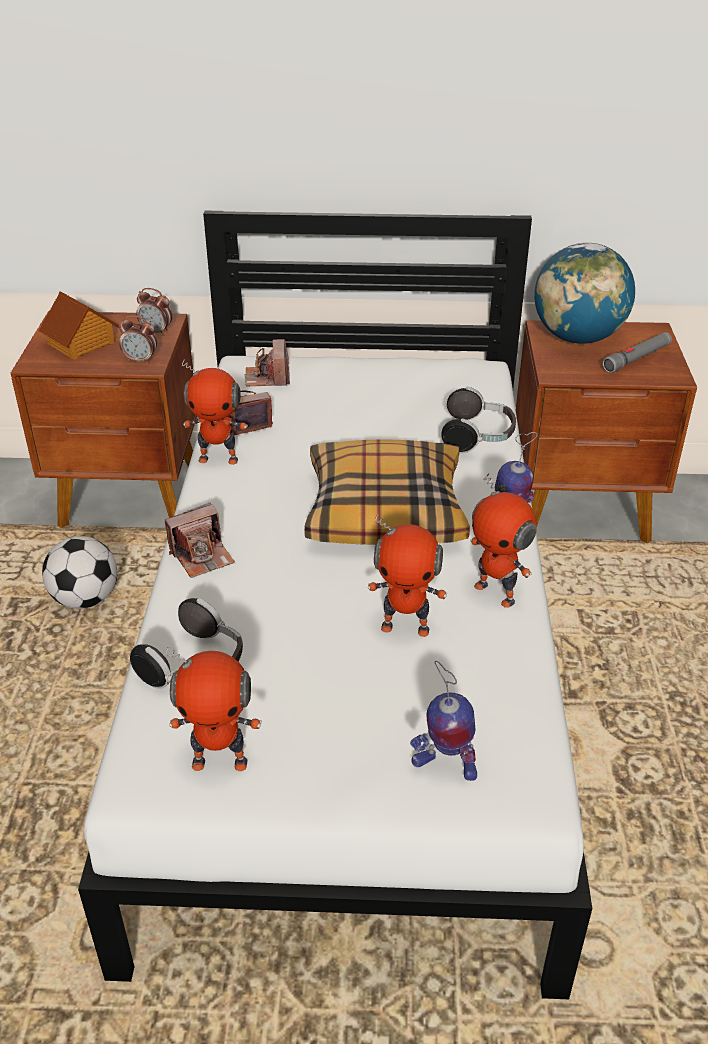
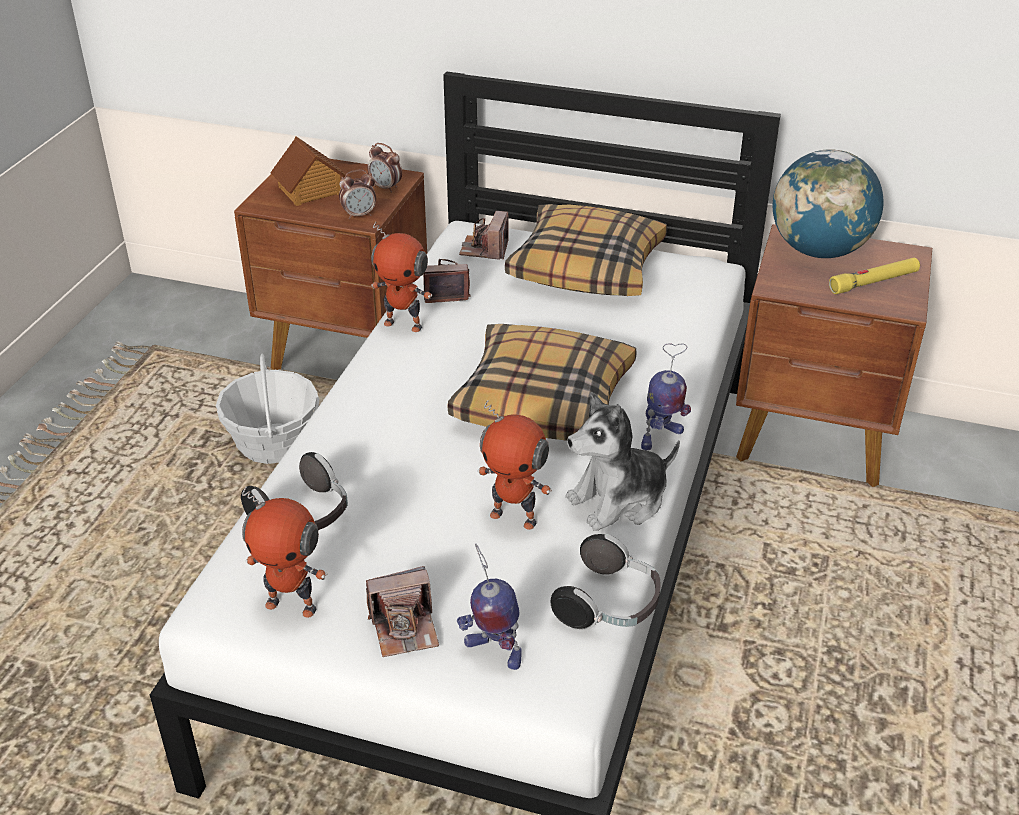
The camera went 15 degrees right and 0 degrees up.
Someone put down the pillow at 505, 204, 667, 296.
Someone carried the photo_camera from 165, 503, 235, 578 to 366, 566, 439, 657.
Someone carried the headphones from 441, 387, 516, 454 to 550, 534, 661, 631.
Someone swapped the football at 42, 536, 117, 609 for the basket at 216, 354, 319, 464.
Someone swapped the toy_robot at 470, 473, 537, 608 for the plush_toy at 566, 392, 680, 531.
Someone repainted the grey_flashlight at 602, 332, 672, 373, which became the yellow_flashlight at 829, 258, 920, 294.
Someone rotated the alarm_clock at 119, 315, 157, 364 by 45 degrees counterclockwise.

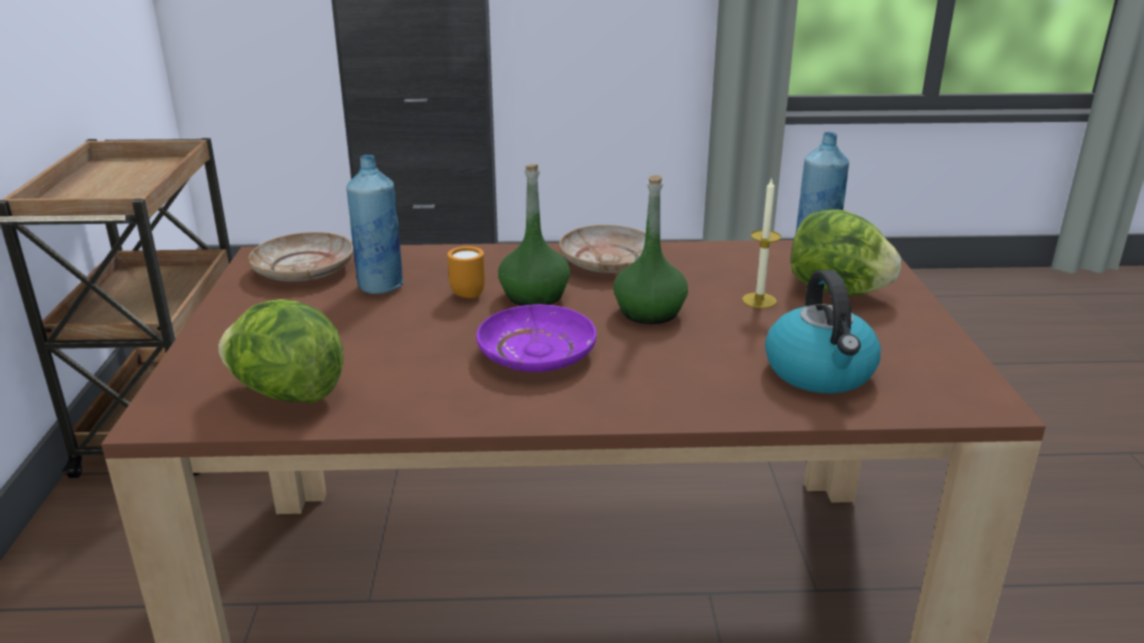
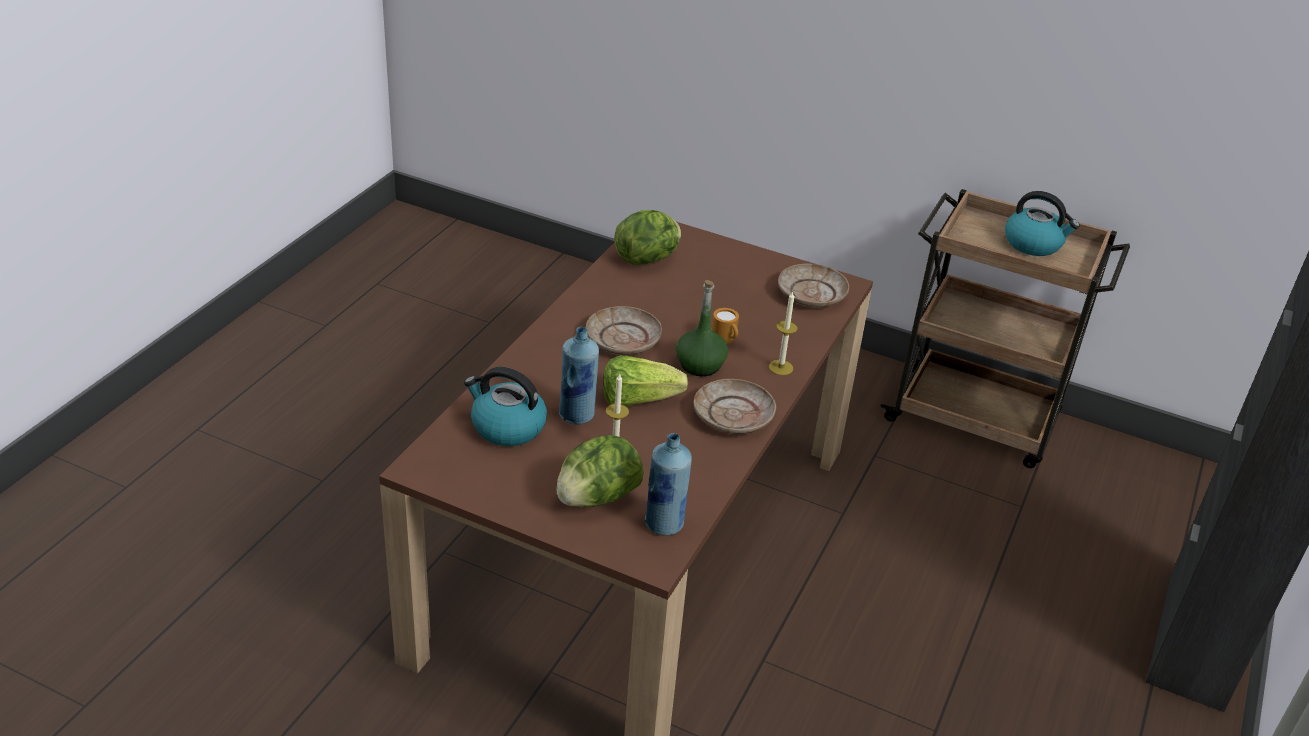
The camera went 115 degrees right and 10 degrees up.
Someone put down the candle at 769, 291, 798, 375.
Someone put down the kettle at 1005, 191, 1080, 256.
Someone carried the blue_bottle from 346, 155, 403, 294 to 559, 327, 599, 425.
Someone swapped the green_bottle at 613, 175, 688, 324 for the lettuce at 603, 355, 688, 406.
Someone repainted the purple_plate at 476, 304, 597, 372, which became the beige_plate at 586, 306, 662, 355.

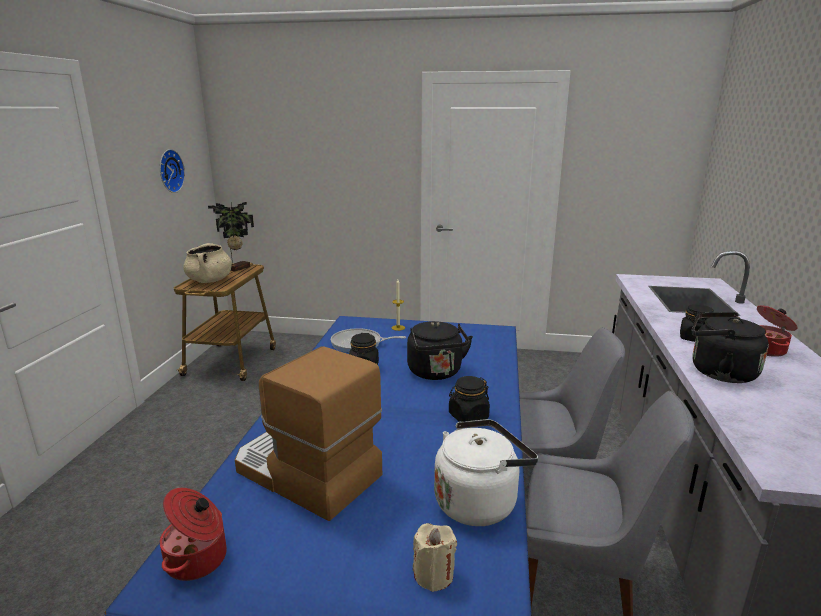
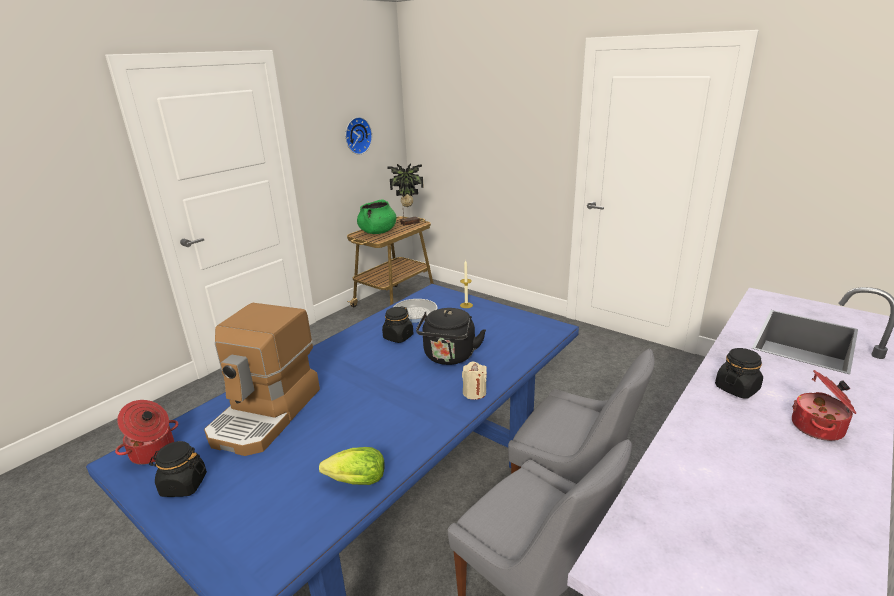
The camera went 30 degrees right and 5 degrees up.
Someone took away the black_kettle at 692, 312, 769, 383.
Someone carried the beige_candle from 413, 523, 457, 592 to 462, 362, 487, 400.
Someone carried the black_jar from 449, 376, 490, 422 to 149, 441, 207, 497.
Someone swapped the white_kettle at 434, 419, 538, 526 for the lettuce at 319, 447, 385, 485.
Someone repainted the beige_cooking_pot at 183, 243, 232, 283, which became the green_cooking_pot at 357, 199, 396, 234.
Someone rotated the coffee_machine at 235, 347, 382, 521 by 135 degrees counterclockwise.

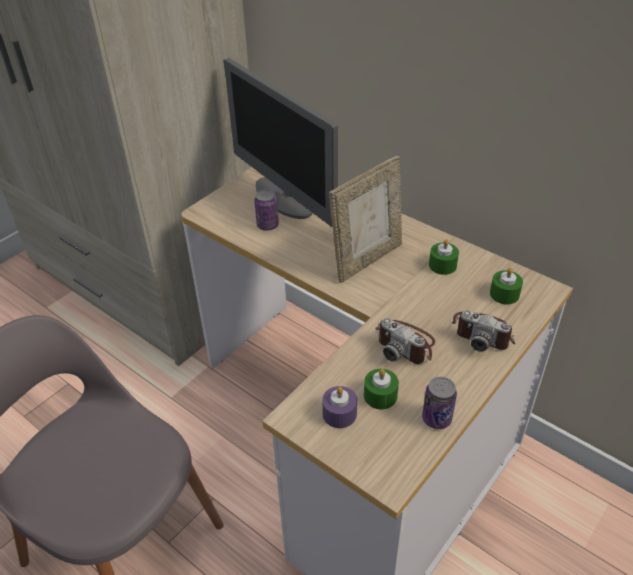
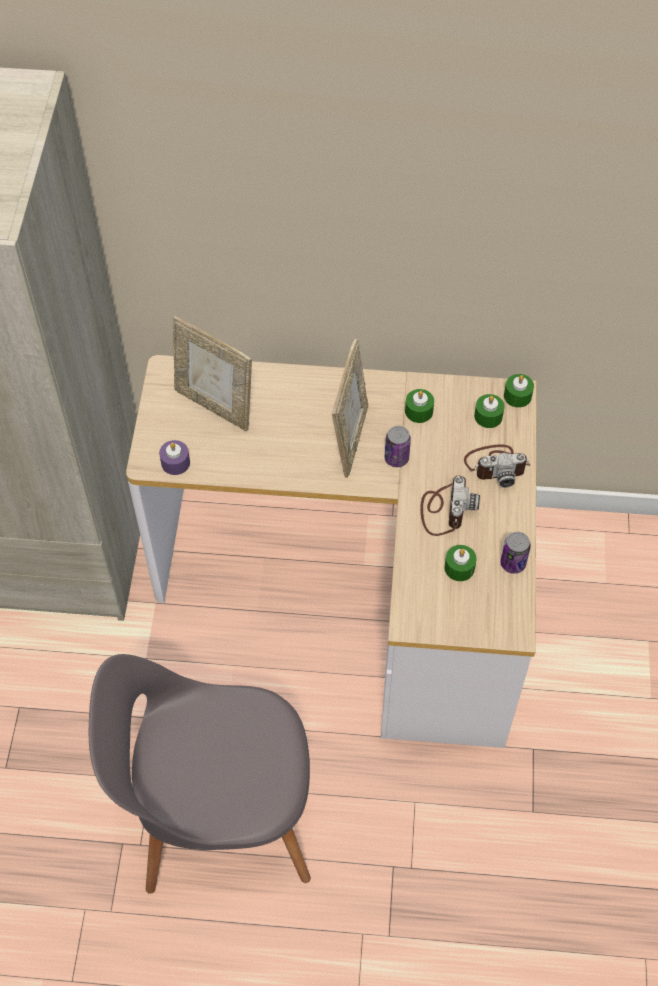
The camera went 35 degrees left and 15 degrees up.
Someone put down the green_candle at 504, 374, 534, 408.
Someone carried the can from 254, 189, 279, 231 to 385, 426, 411, 467.
Someone carried the purple_candle from 322, 386, 357, 428 to 159, 440, 190, 475.
Someone swapped the monitor at 224, 58, 338, 227 for the picture_frame at 173, 316, 252, 431.
Someone rotated the photo_camera at 376, 318, 435, 364 by 90 degrees counterclockwise.

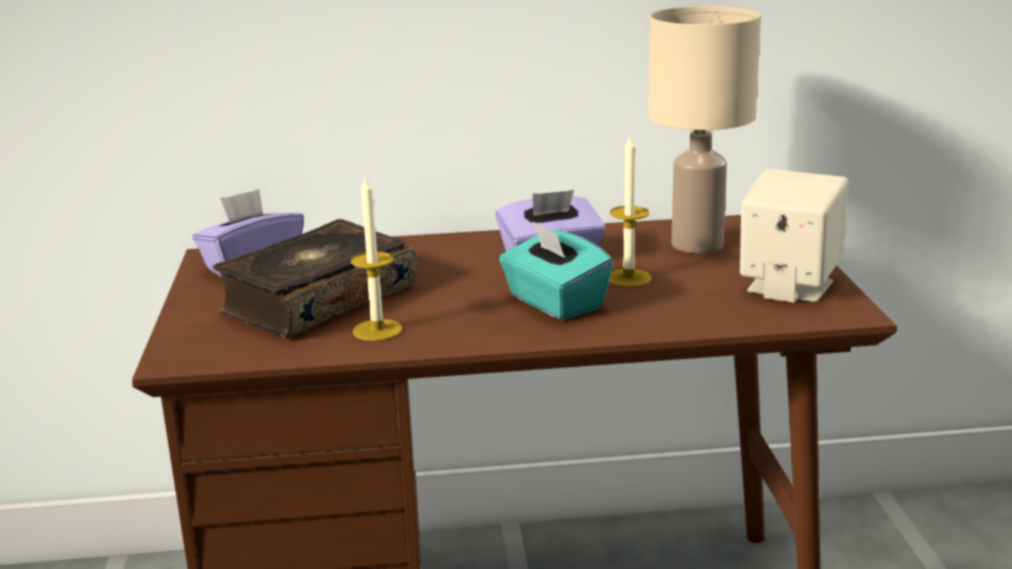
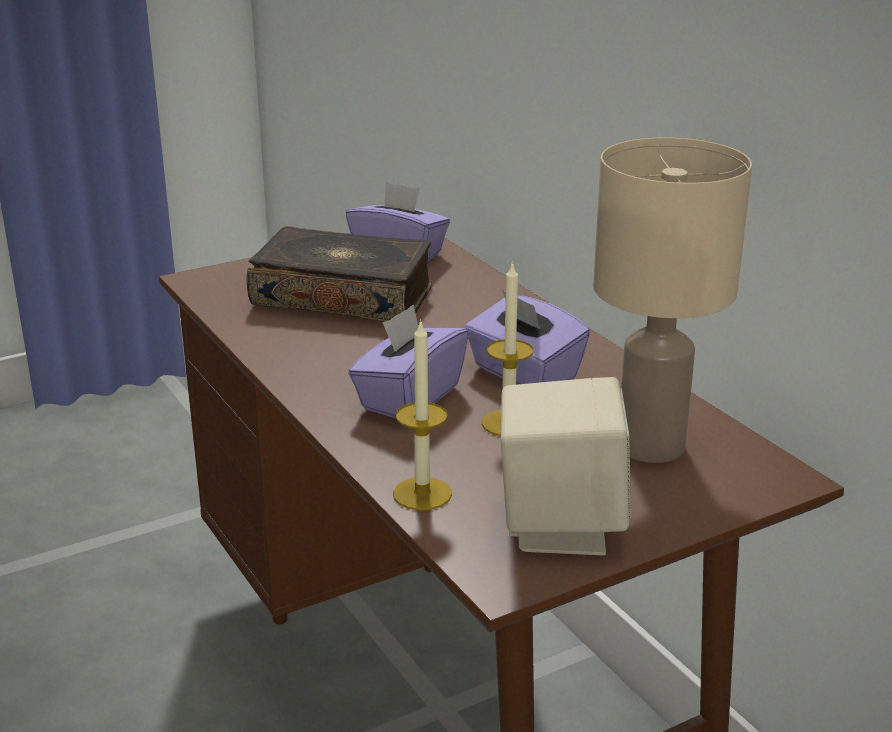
The camera went 65 degrees right and 5 degrees up.
Someone carried the candle from 351, 175, 402, 341 to 393, 319, 452, 511.
Someone repainted the turquoise_tissue_box at 499, 221, 613, 320, which became the purple_tissue_box at 348, 305, 468, 418.

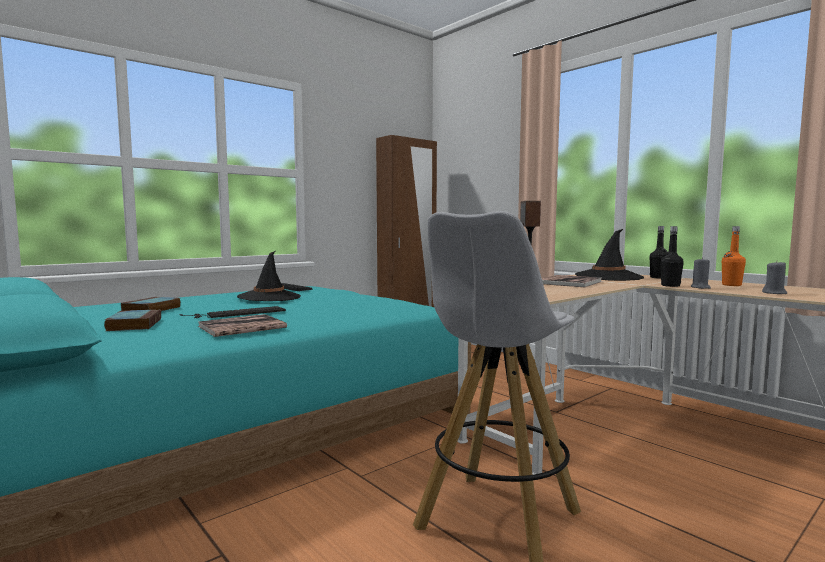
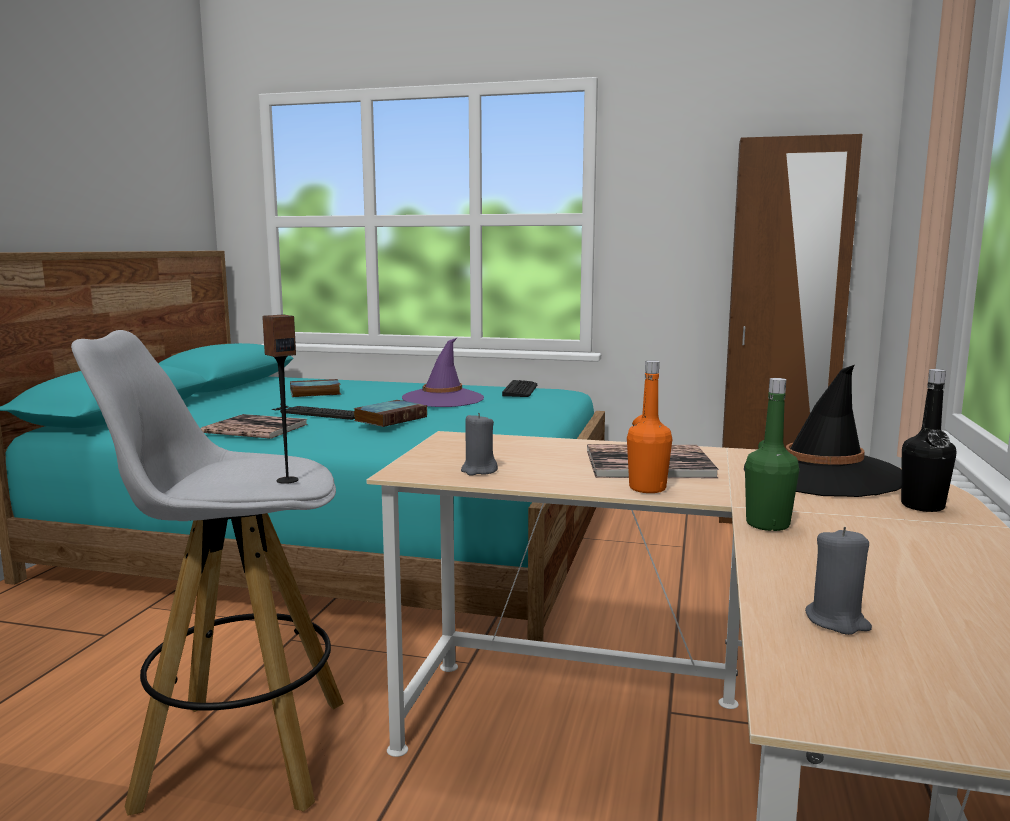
The camera went 55 degrees right and 5 degrees up.
Someone carried the book from 104, 309, 161, 331 to 353, 400, 427, 427.
Someone carried the grey_candle from 691, 257, 711, 289 to 461, 413, 498, 476.
Someone carried the orange_bottle from 722, 226, 746, 286 to 627, 360, 672, 493.
Someone repainted the black_hat at 237, 251, 301, 301, which became the purple_hat at 402, 337, 484, 407.
Someone repainted the black_bottle at 661, 226, 684, 287, which became the green_bottle at 745, 378, 799, 531.

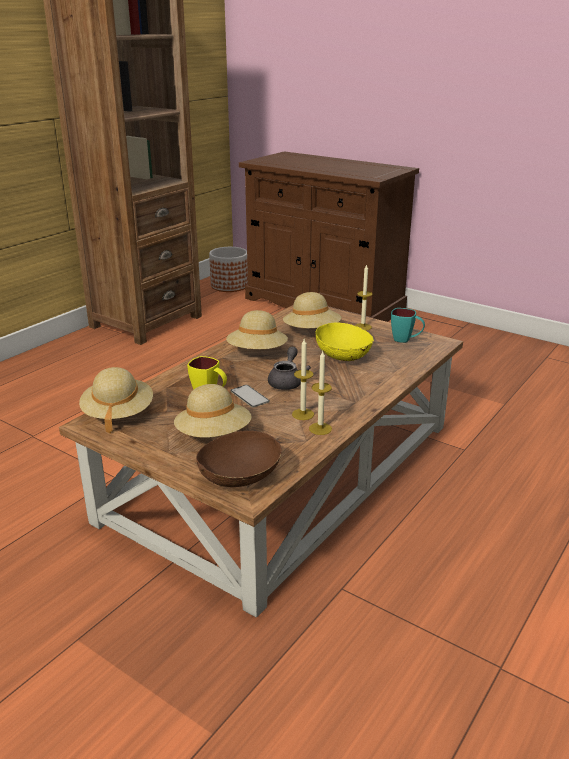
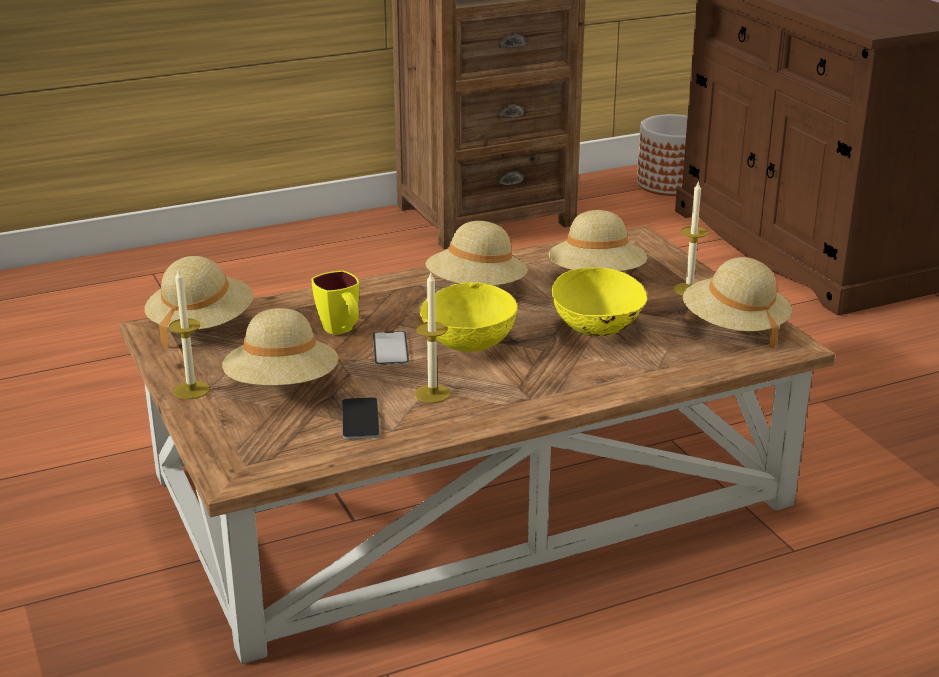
The camera went 30 degrees right and 0 degrees up.
Someone took away the brown_bowl at 196, 431, 282, 487.
Someone put down the phone at 342, 397, 380, 439.
Someone carried the candle from 309, 351, 332, 435 to 169, 268, 210, 399.
Someone swapped the grey_teapot at 268, 347, 311, 390 for the yellow_bowl at 419, 282, 518, 352.
Someone swapped the turquoise_mug at 391, 308, 425, 343 for the beige_hat at 683, 257, 792, 348.

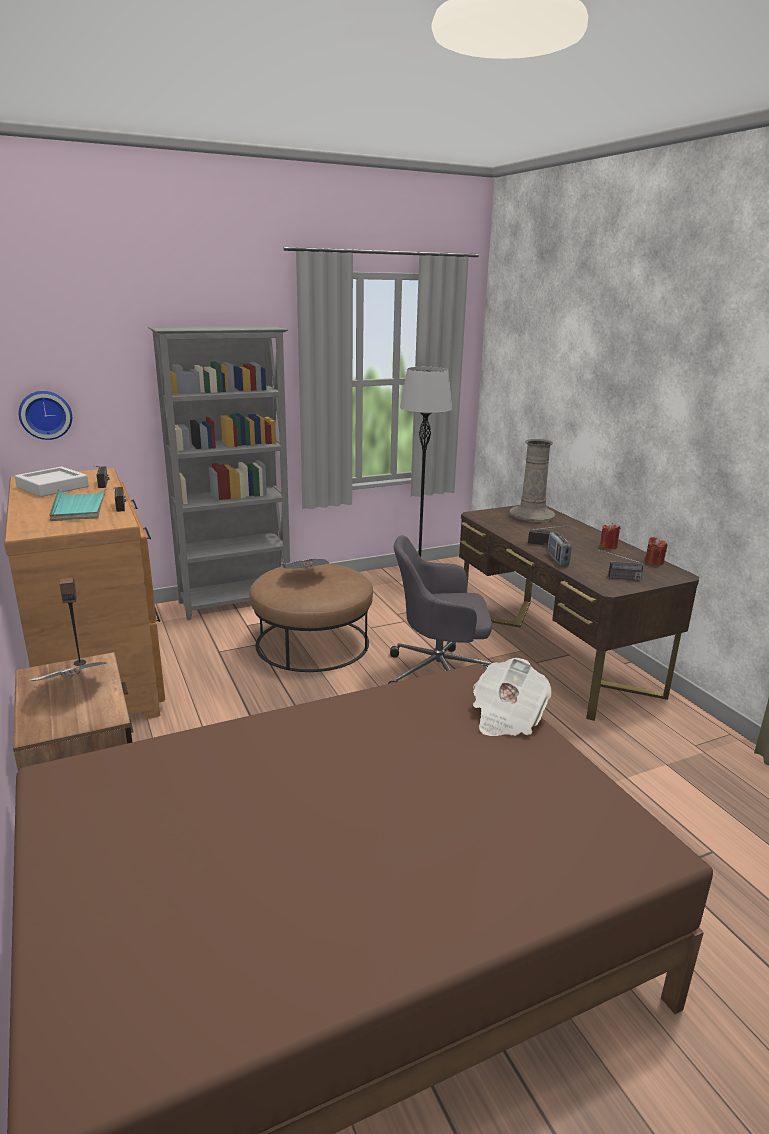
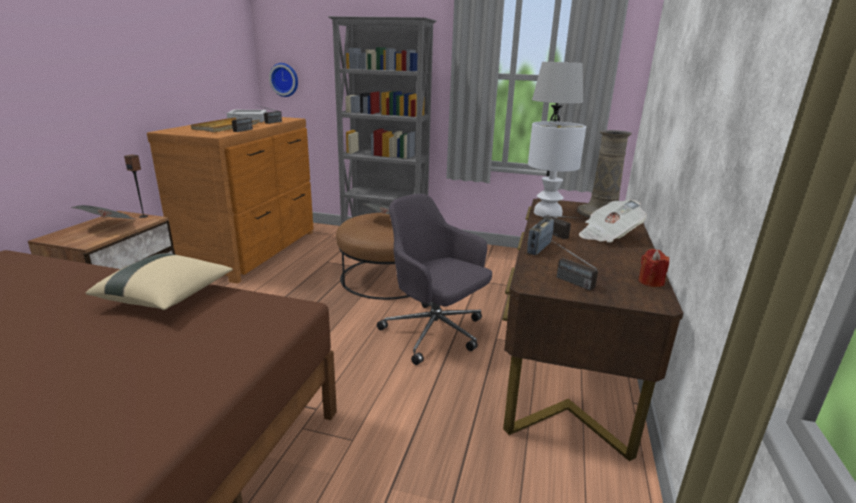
The camera went 40 degrees right and 0 degrees up.
Someone took away the red_candle at 600, 523, 620, 549.
Someone put down the beige_pillow at 86, 253, 233, 310.
Someone put down the white_table_lamp at 528, 121, 586, 218.
Someone carried the newspaper from 473, 658, 552, 736 to 579, 200, 647, 243.
Someone repainted the turquoise_tray at 49, 487, 107, 521, which became the beige_tray at 191, 117, 260, 132.

